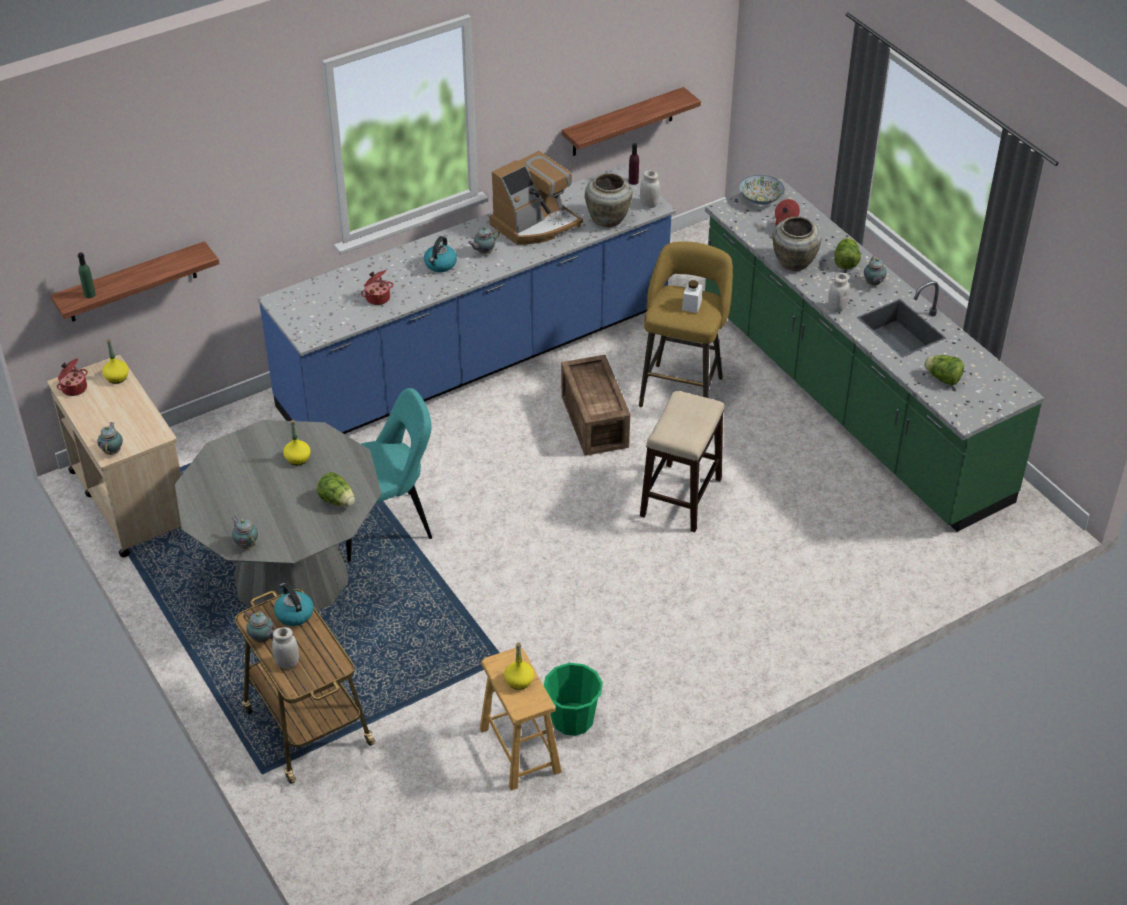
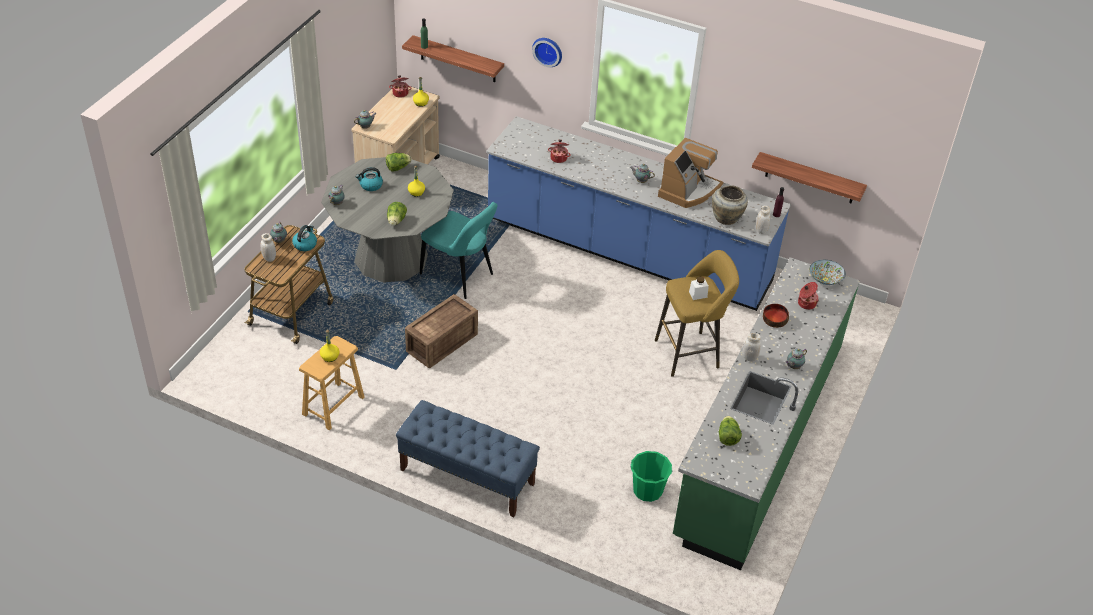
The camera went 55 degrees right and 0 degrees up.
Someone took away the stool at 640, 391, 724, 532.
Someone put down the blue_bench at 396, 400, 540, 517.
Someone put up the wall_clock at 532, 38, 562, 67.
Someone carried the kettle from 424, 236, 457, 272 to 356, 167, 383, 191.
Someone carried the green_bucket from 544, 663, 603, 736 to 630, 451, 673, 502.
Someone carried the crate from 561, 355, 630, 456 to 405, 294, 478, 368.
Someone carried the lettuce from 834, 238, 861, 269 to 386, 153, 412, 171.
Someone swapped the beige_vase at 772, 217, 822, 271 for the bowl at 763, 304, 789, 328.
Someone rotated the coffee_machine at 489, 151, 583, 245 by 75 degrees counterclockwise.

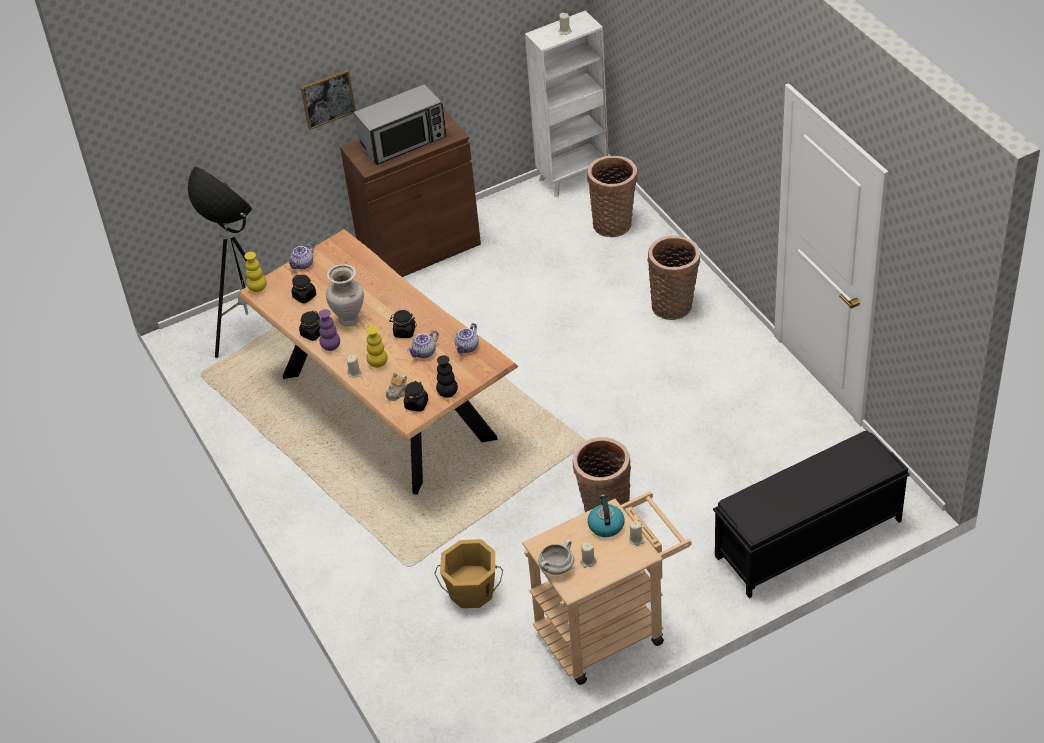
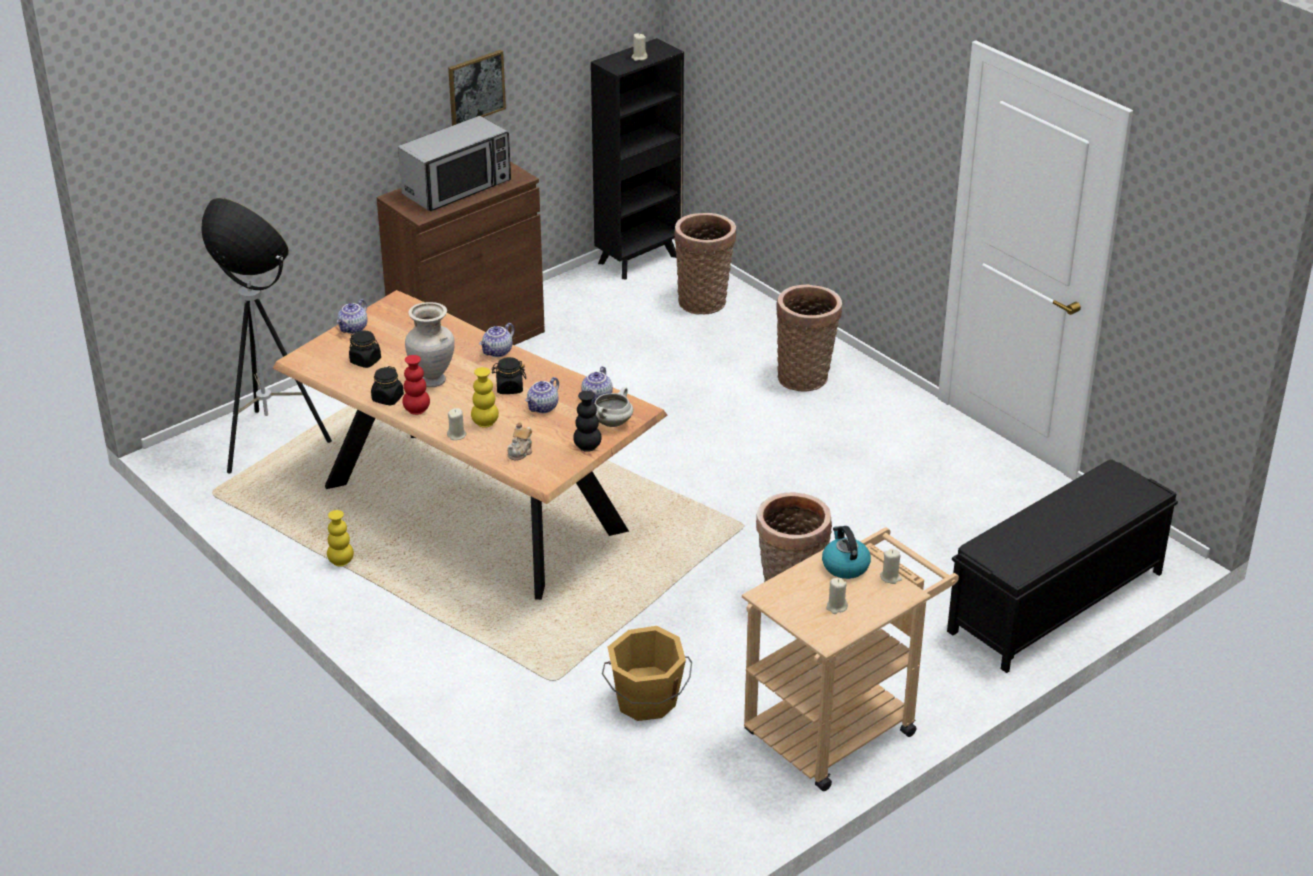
The camera went 15 degrees left and 10 degrees down.
Someone took away the black_jar at 404, 382, 428, 412.
Someone put down the teapot at 479, 323, 514, 357.
Someone carried the yellow_vase from 244, 252, 267, 293 to 327, 510, 354, 567.
Someone carried the picture from 300, 69, 356, 130 to 448, 50, 506, 126.
Someone carried the white_cooking_pot from 538, 540, 574, 575 to 594, 387, 633, 427.
Someone repainted the purple_vase at 318, 309, 340, 351, which became the red_vase at 402, 355, 430, 415.
Someone repainted the white_bookcase at 525, 10, 608, 197, which became the black_bookcase at 591, 38, 684, 279.

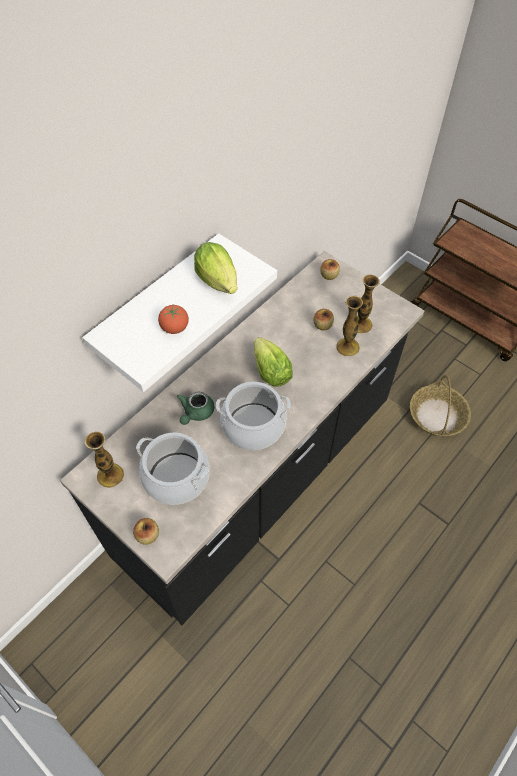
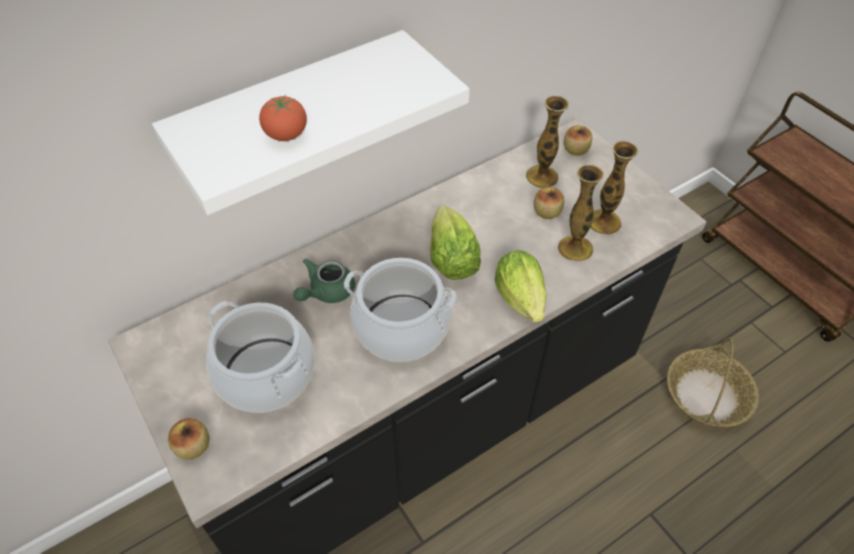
The camera went 15 degrees right and 5 degrees down.
Someone carried the vase from 85, 432, 124, 488 to 526, 96, 569, 188.
Someone carried the lettuce from 194, 242, 237, 294 to 495, 250, 547, 323.

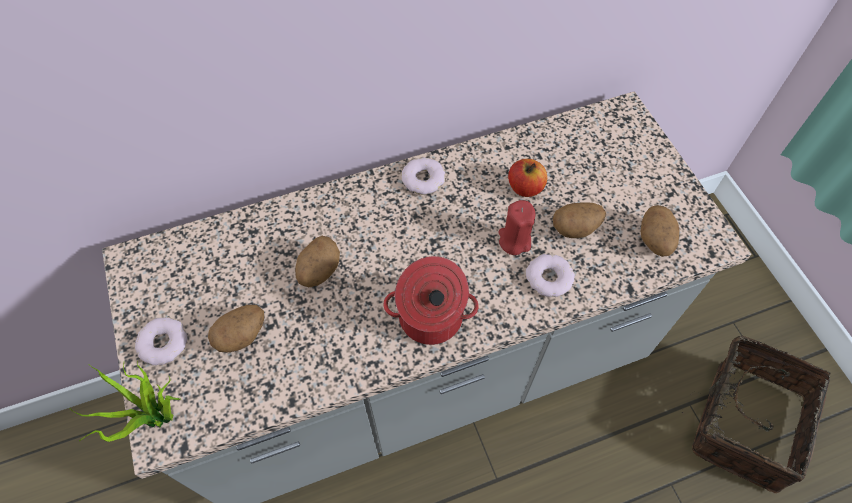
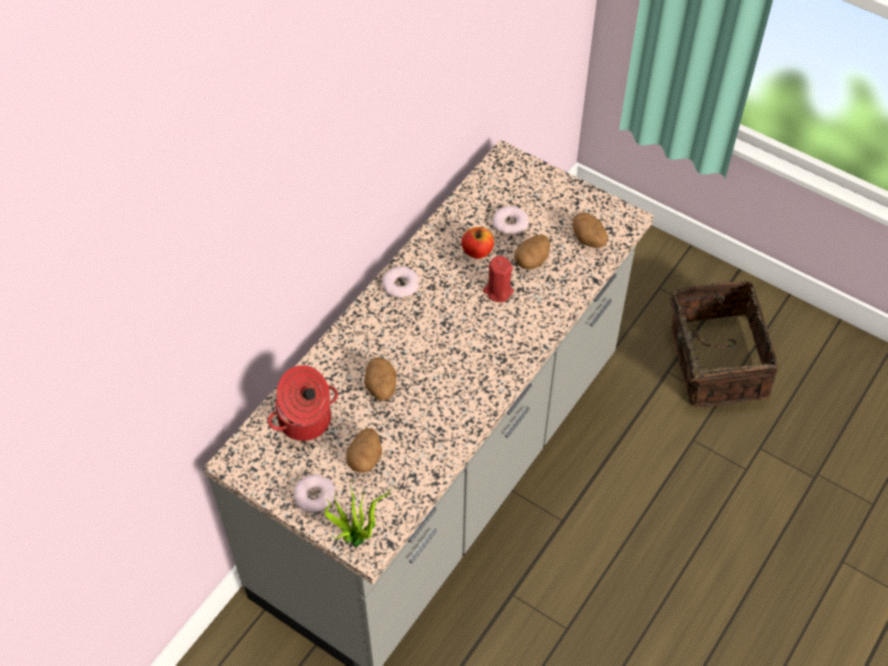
The camera went 35 degrees left and 5 degrees down.
Someone carried the cooking_pot from 384, 256, 479, 345 to 268, 365, 338, 441.
Someone carried the donut from 526, 254, 575, 297 to 492, 206, 529, 236.

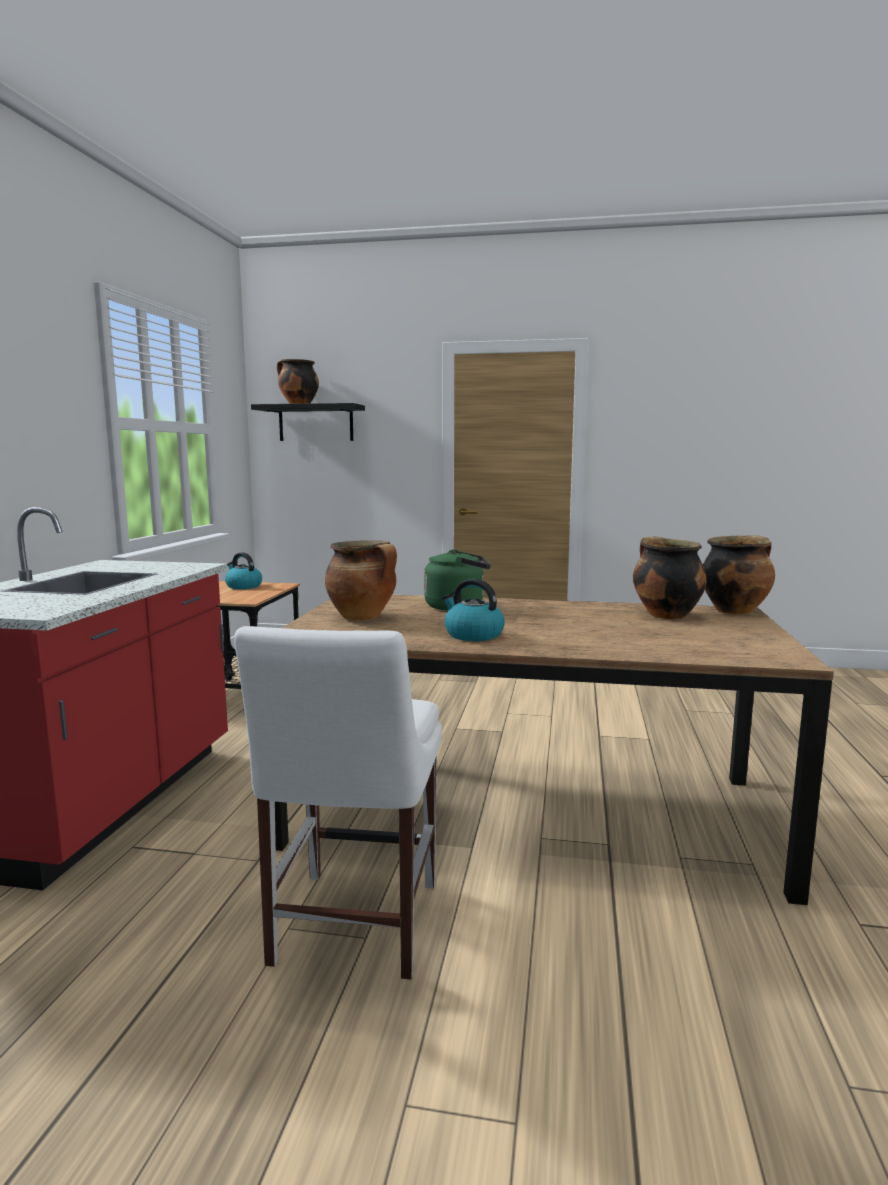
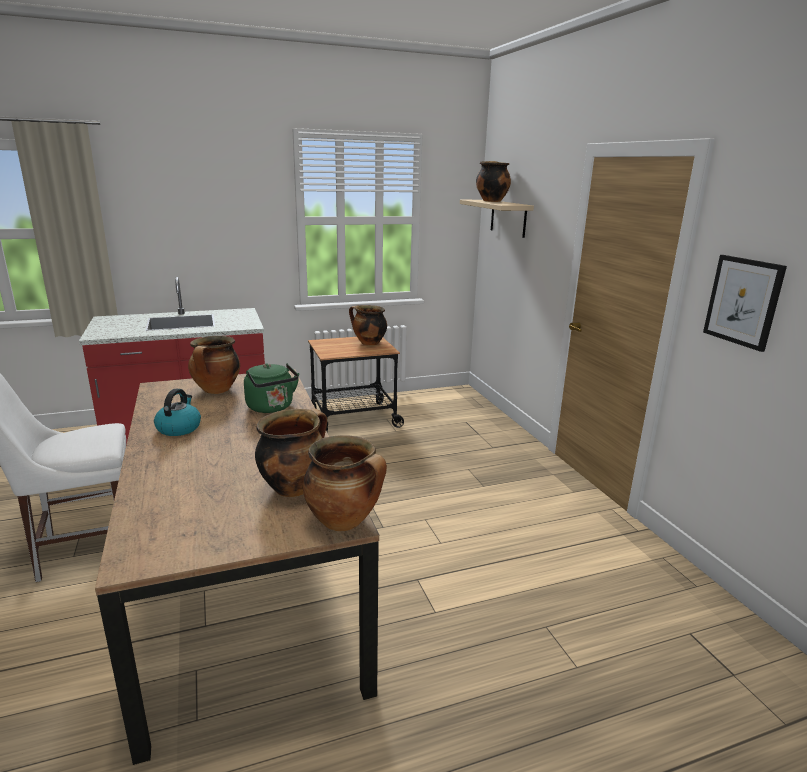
The camera went 60 degrees right and 10 degrees up.
Someone put up the picture at 703, 255, 787, 352.
Someone swapped the kettle at 225, 552, 262, 589 for the cooking_pot at 349, 305, 387, 346.
Someone repainted the black_shelf at 251, 403, 365, 441, which became the beige_shelf at 460, 200, 534, 238.

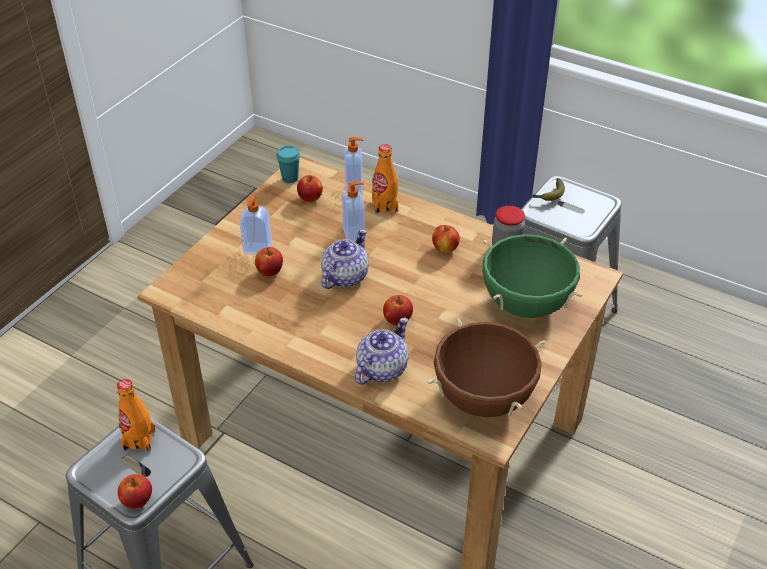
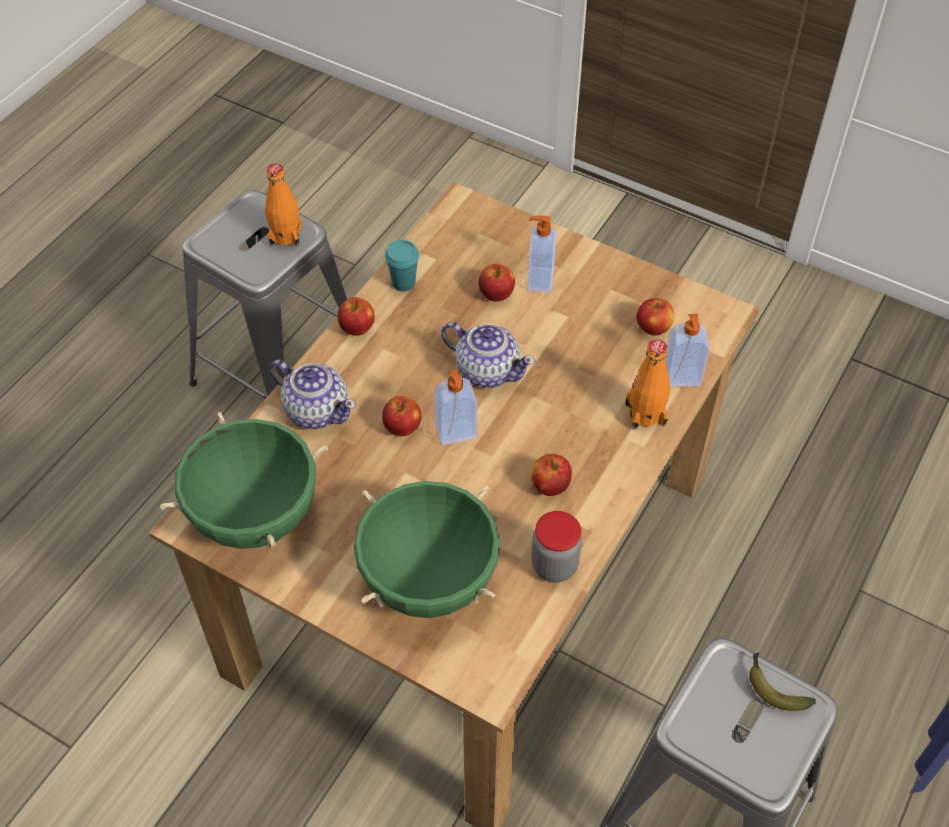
The camera went 90 degrees right and 10 degrees up.
Someone carried the apple from 118, 474, 152, 509 to 338, 297, 375, 336.
Someone carried the turquoise_cup from 276, 146, 300, 183 to 385, 240, 419, 291.
Someone carried the soap_dispenser from 342, 181, 365, 242 to 434, 369, 477, 445.
Someone repainted the brown_cooking_pot at 427, 317, 546, 417, which became the green_cooking_pot at 160, 412, 328, 549.

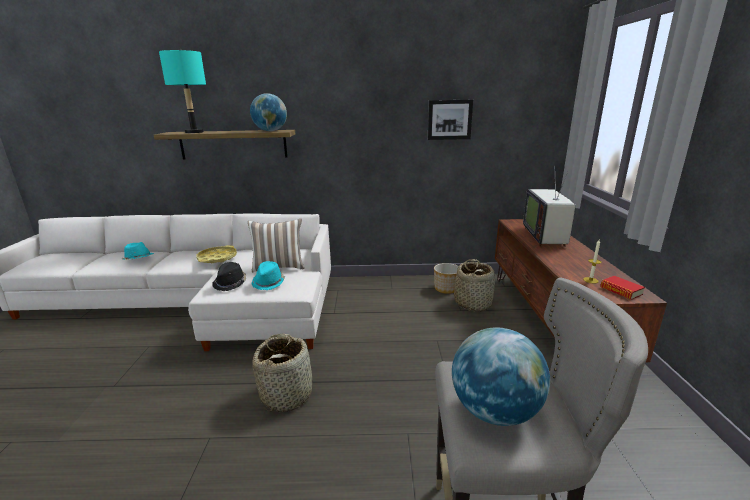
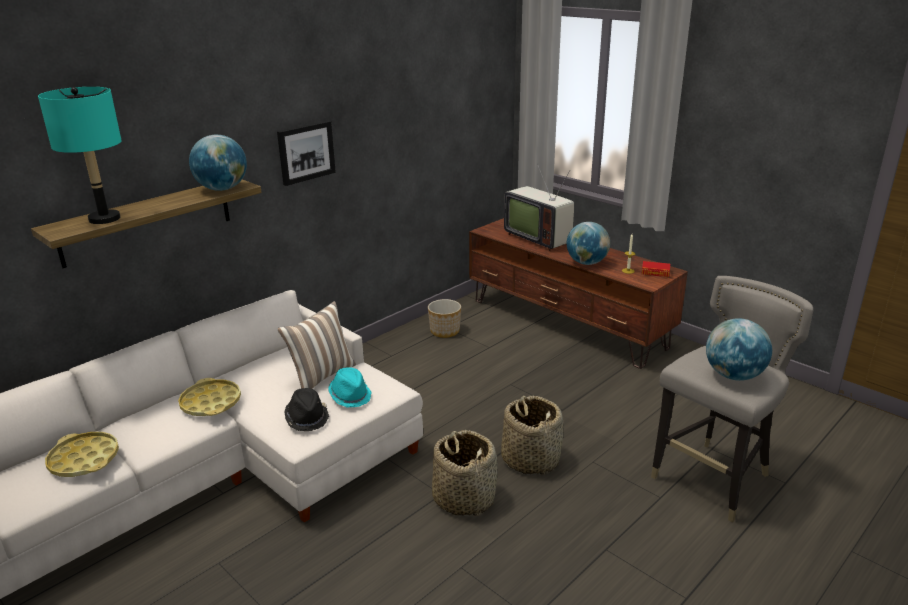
The camera went 45 degrees left and 5 degrees up.
Someone put down the globe at 567, 222, 610, 265.
Someone carried the picture from 428, 100, 473, 140 to 277, 121, 336, 186.
Someone carried the basket from 454, 259, 495, 312 to 501, 395, 563, 475.
Someone swapped the turquoise_hat at 122, 242, 154, 260 for the yellow_tray at 45, 432, 119, 477.

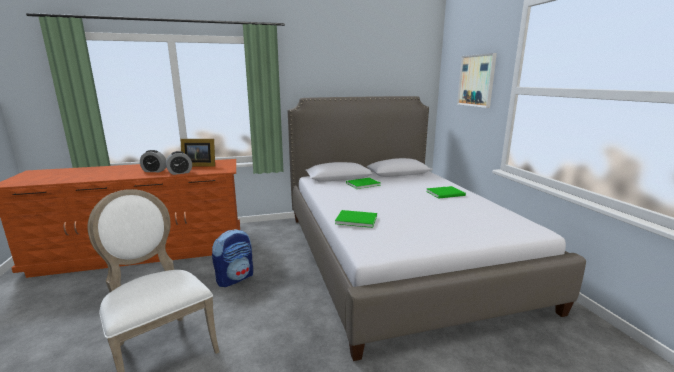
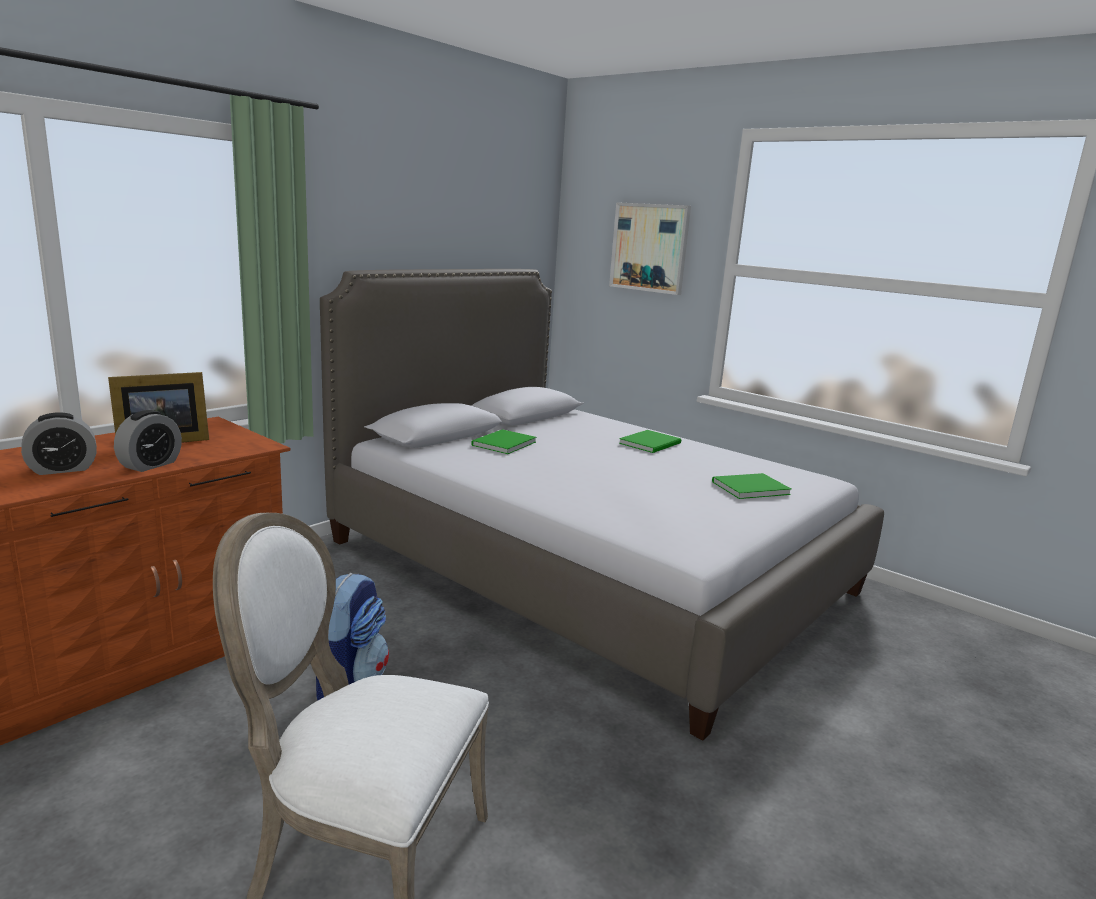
The camera went 35 degrees left and 0 degrees up.
Someone carried the green_book from 335, 210, 377, 228 to 712, 473, 791, 499.

